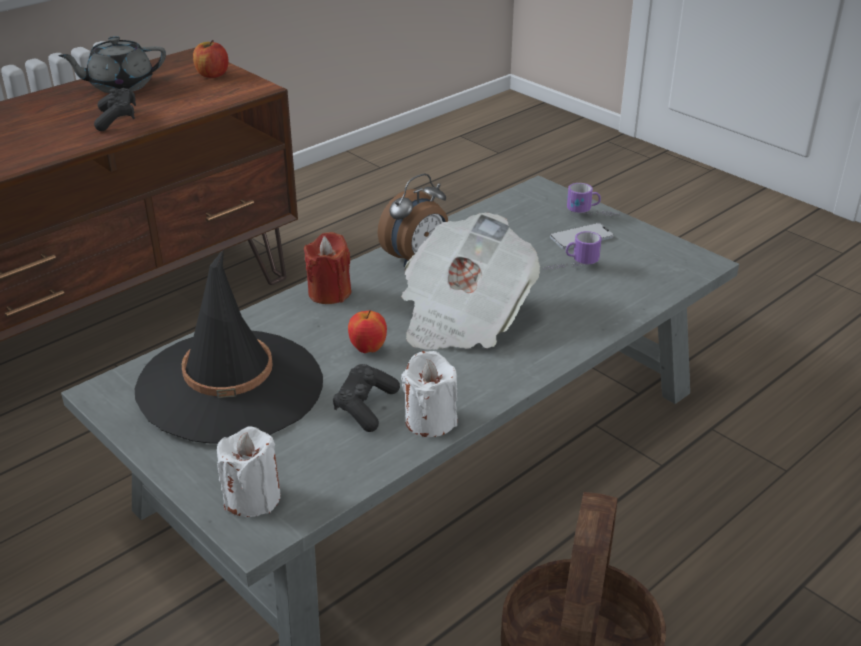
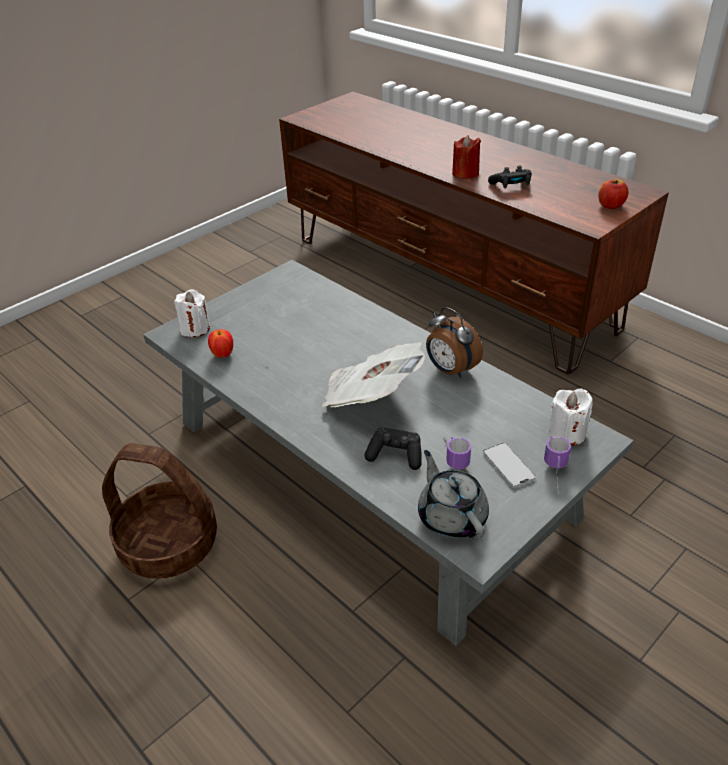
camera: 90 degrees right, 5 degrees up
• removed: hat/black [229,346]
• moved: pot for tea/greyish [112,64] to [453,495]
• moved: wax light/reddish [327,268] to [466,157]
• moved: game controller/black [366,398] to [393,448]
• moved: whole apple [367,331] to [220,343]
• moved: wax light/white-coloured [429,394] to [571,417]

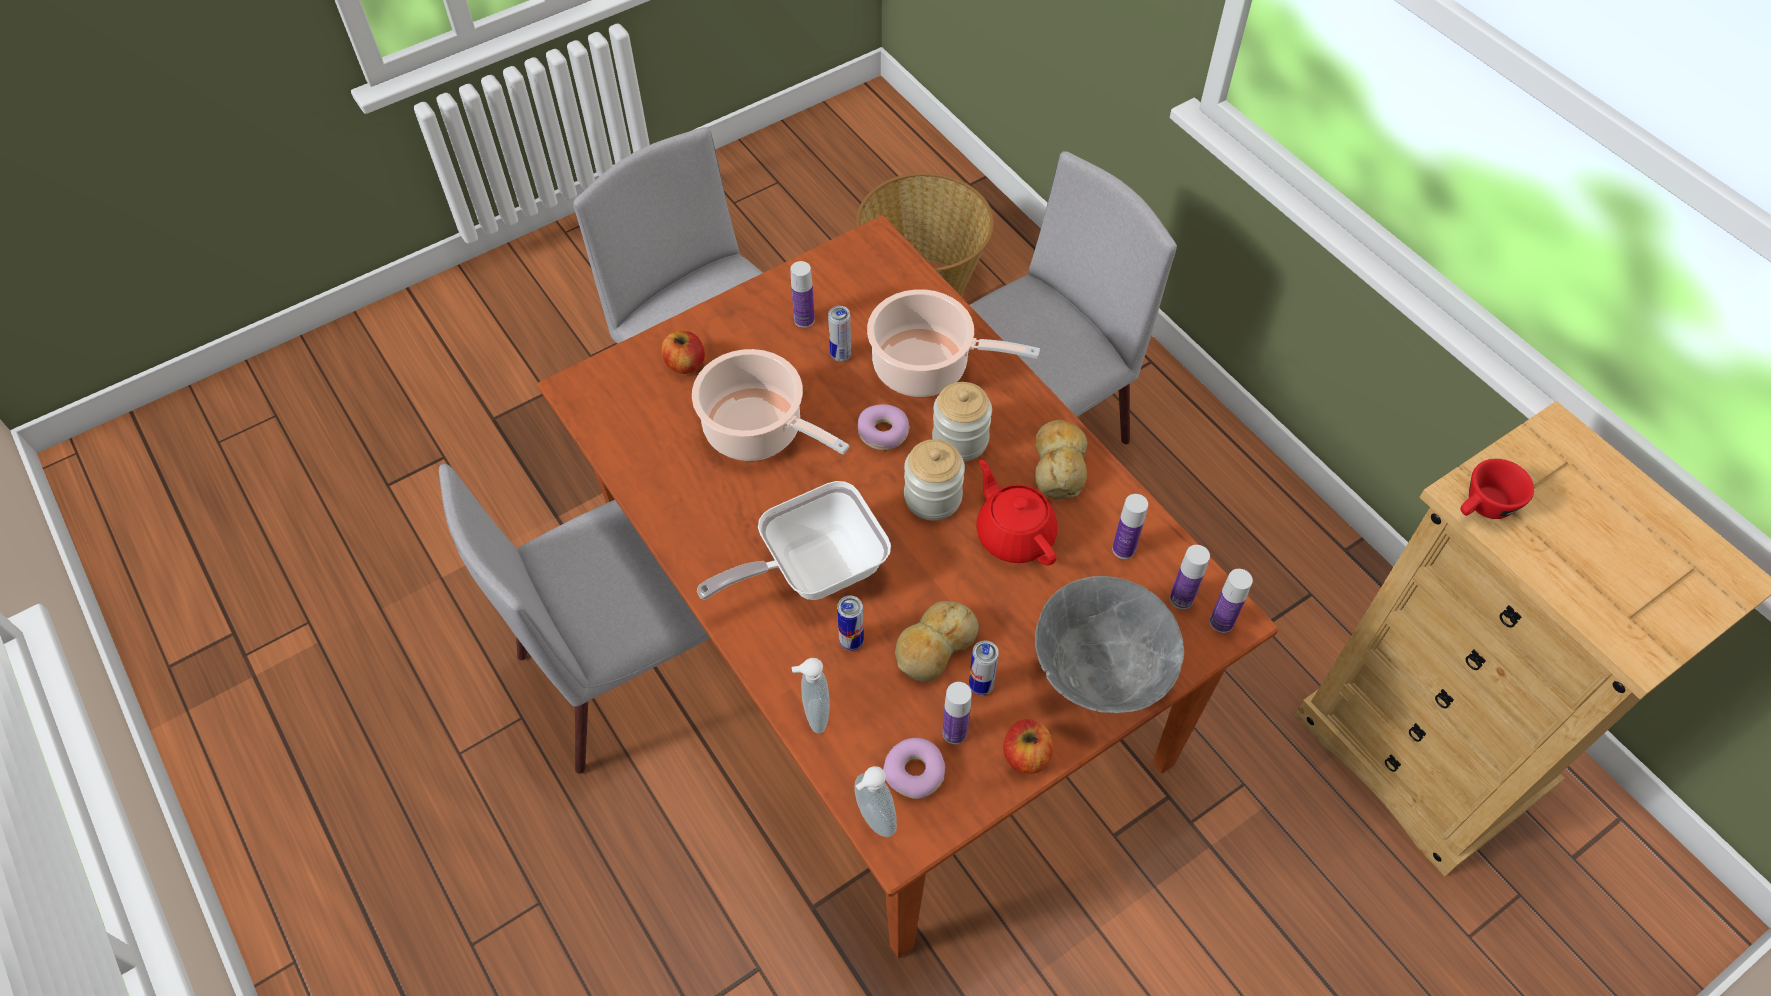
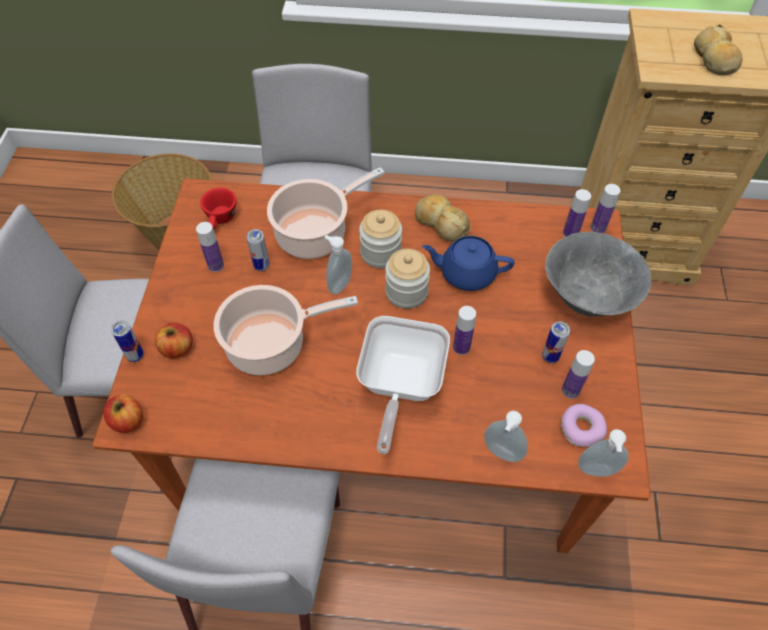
camera: 50 degrees left, 0 degrees up
• moved: can [850,623] to [127,341]
• moved: baked bread [937,641] to [718,49]
• moved: whole apple [1028,746] to [123,414]
• moved: drink bottle [1130,526] to [464,330]
• moved: cup/reddish [1497,489] to [218,208]
• replaced: donut [884,427] to liquid soap bottle [338,264]
• recoloured: pot for tea/reddish [1017,512] to pot for tea/blue [468,263]

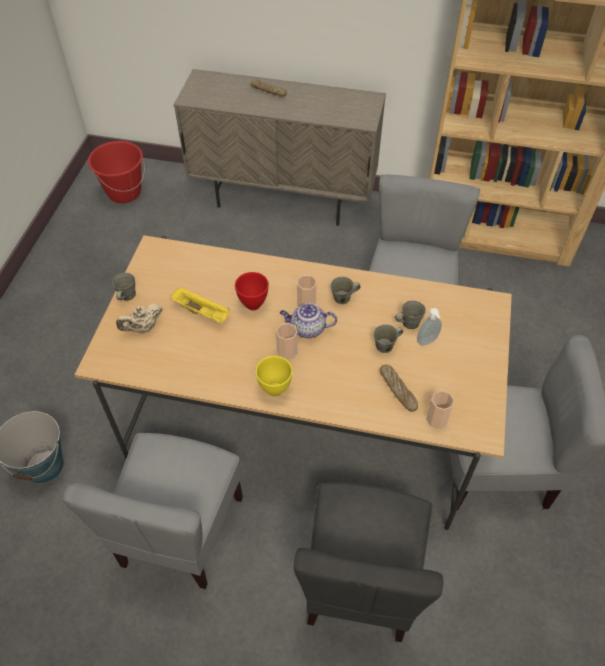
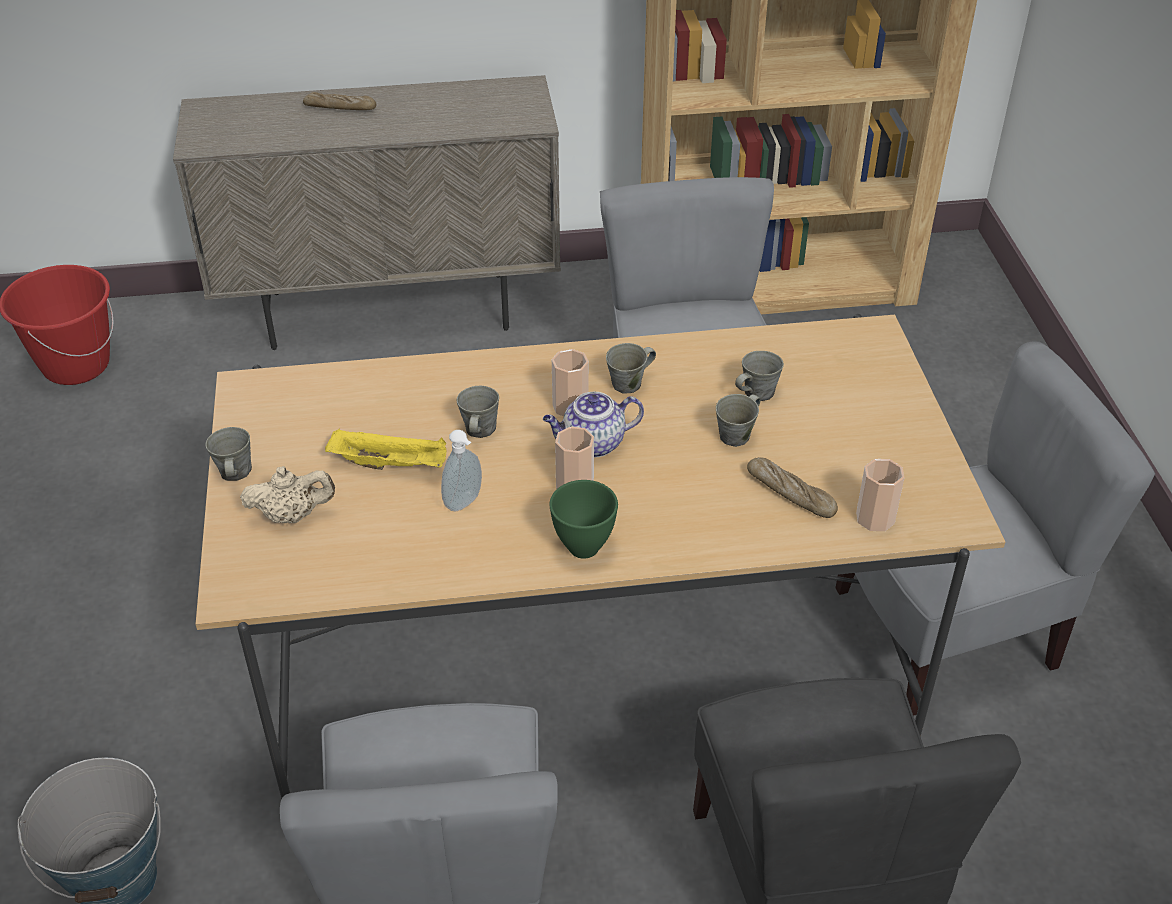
camera: 20 degrees left, 10 degrees down
• moved: liquid soap bottle [429,326] to [461,470]
• replaced: serving bowl/reddish [252,291] to tea mug/greyish [478,412]
• recoloured: serving bowl/yellow [274,376] to serving bowl/green-coloured [583,519]
• turned: pot for tea/beige [139,318] = [287,494] 135 degrees counterclockwise

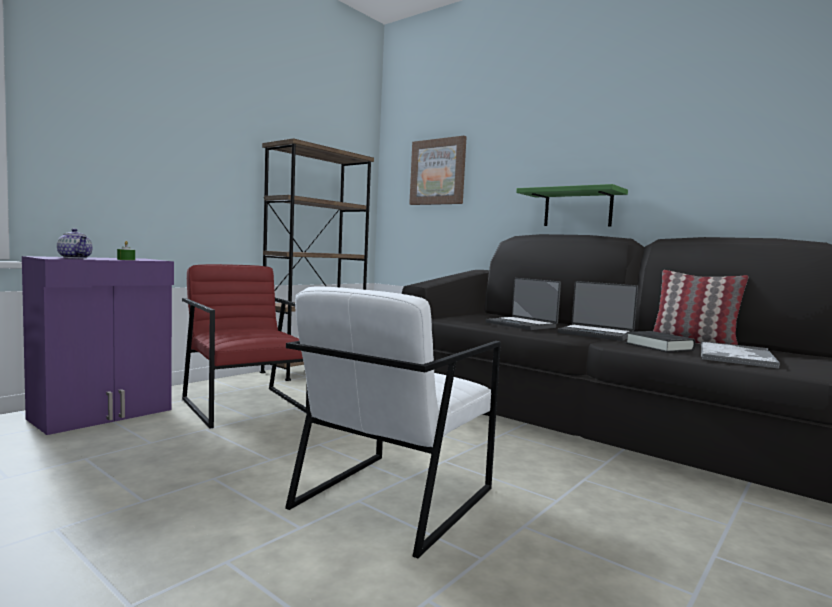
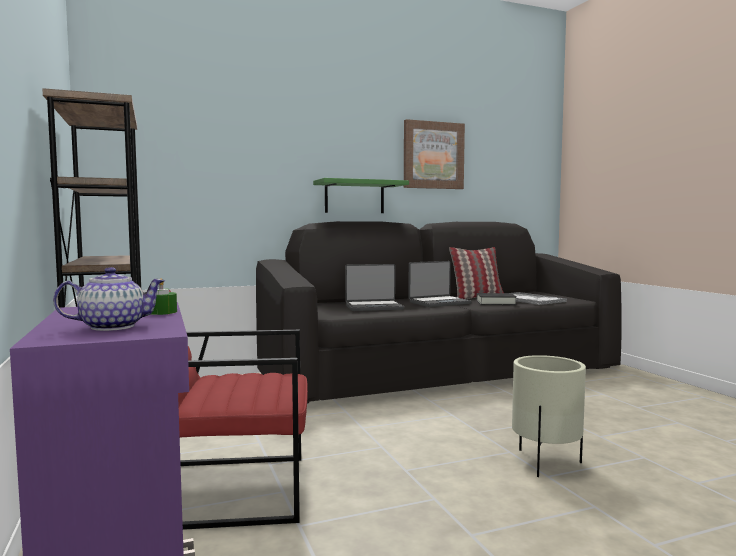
camera: 60 degrees left, 0 degrees up
• moved: wall art [437,170] to [434,154]
• replaced: armchair/white-coloured [393,422] to flower pot/beige [549,416]

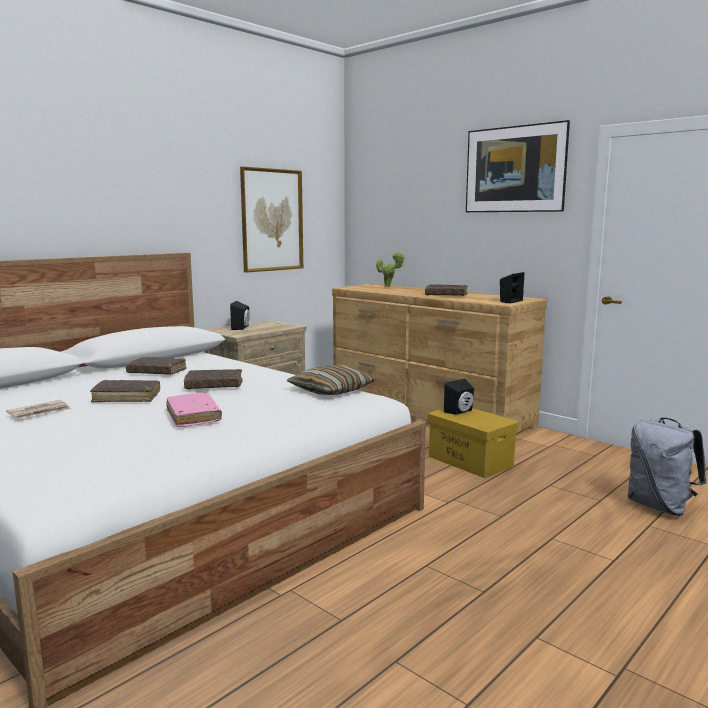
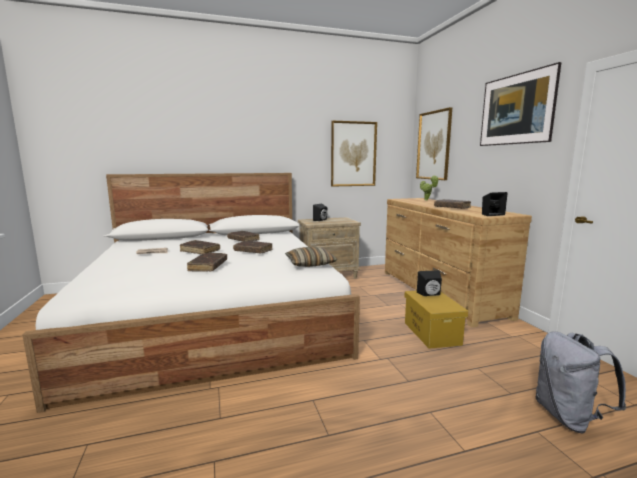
camera: 30 degrees right, 0 degrees up
• added: wall art [434,143]
• recoloured: bound book/pink-coloured [194,410] to bound book/brown-coloured [207,262]

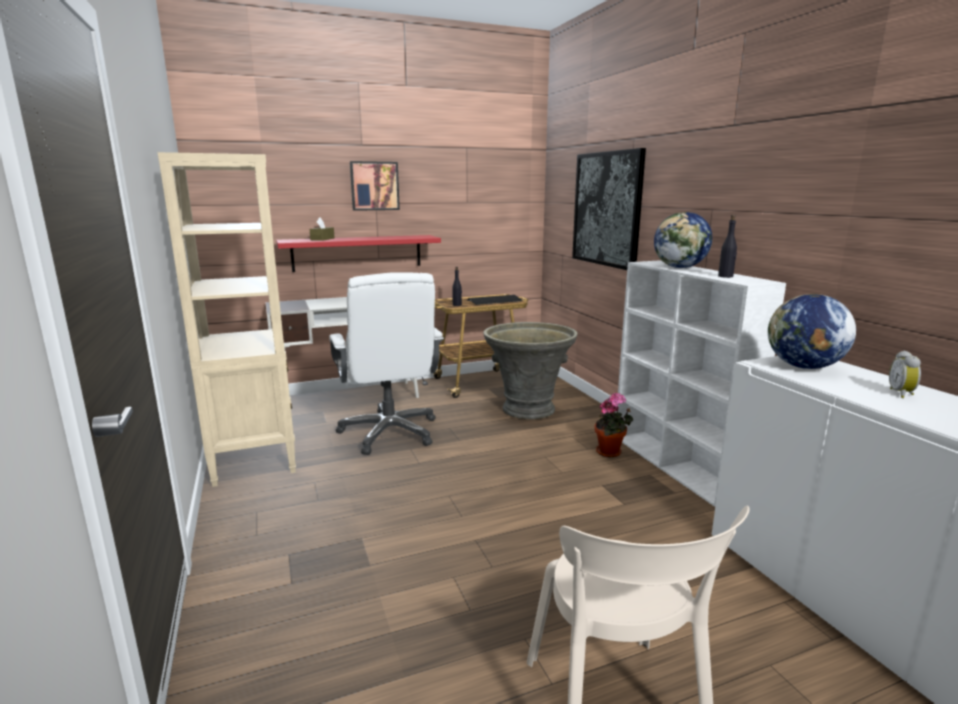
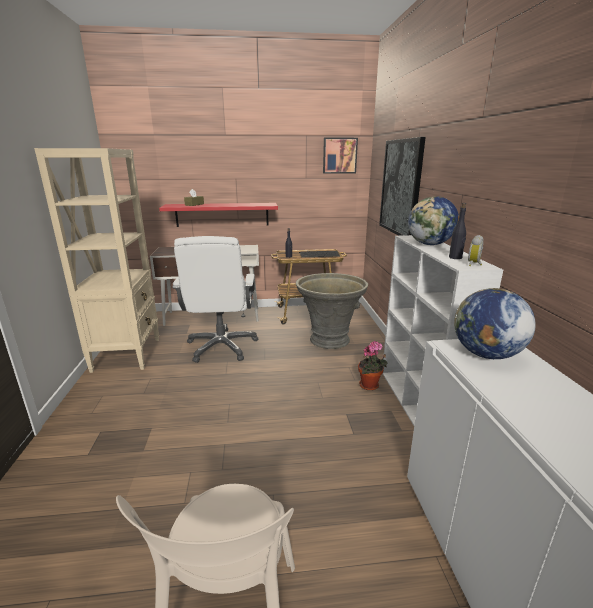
camera: 15 degrees right, 5 degrees up
• moved: wall art [375,186] to [340,155]
• moved: table clock [905,374] to [476,250]

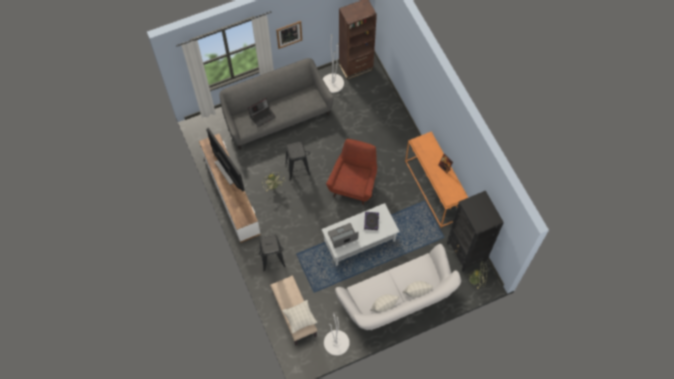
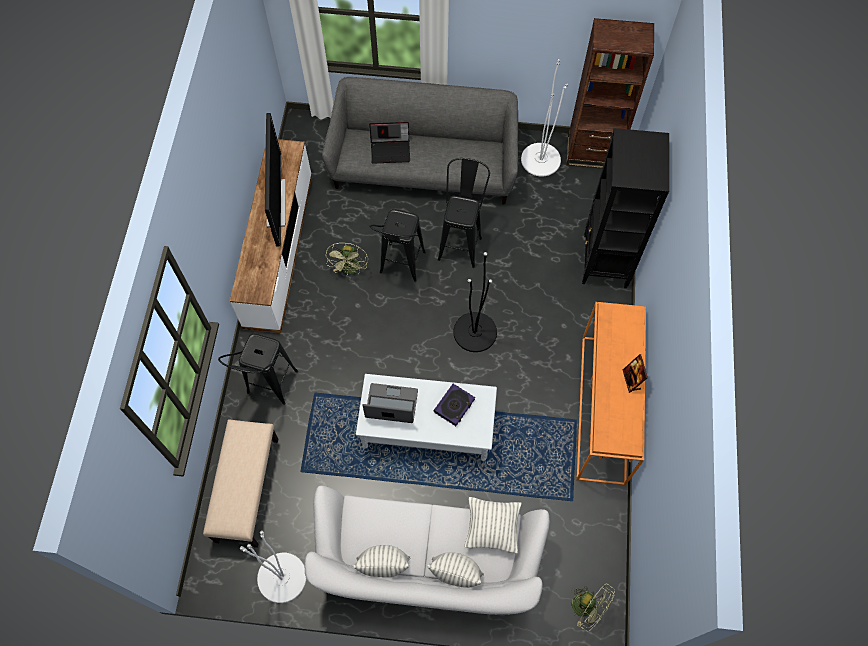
camera: 30 degrees right, 0 degrees up
• removed: wall art [289,35]
• added: sitting stool/black [464,213]
• moved: cushion [299,317] to [493,525]
• moved: bookshelf/black [475,231] to [625,208]
• replaced: armchair/reddish [351,172] to floor lamp/black [475,302]

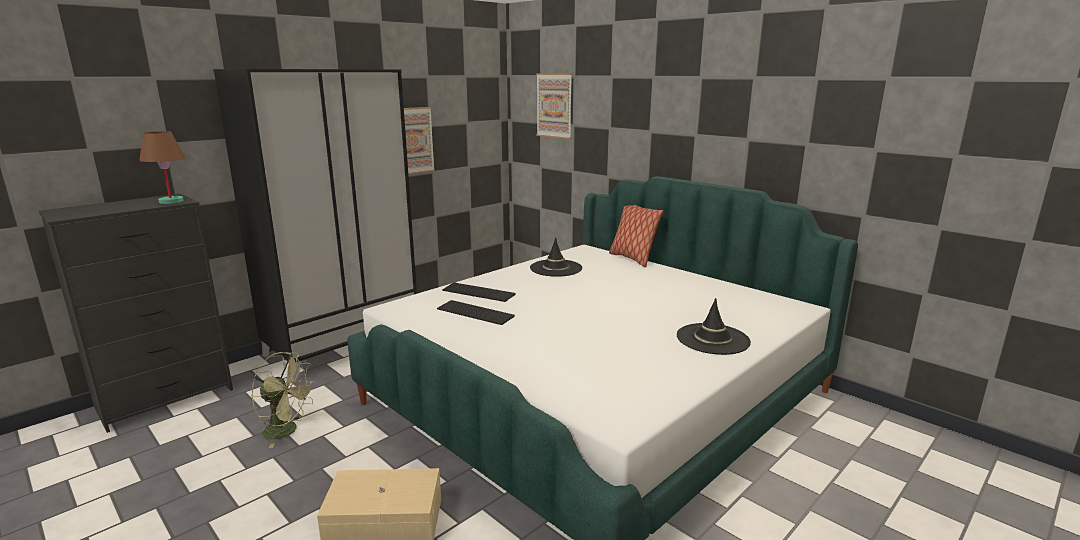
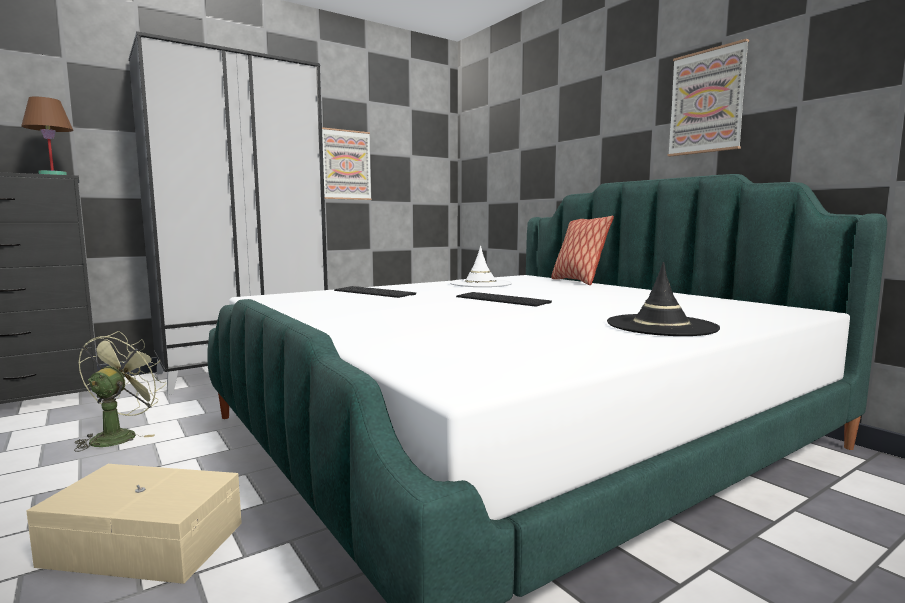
camera: 10 degrees right, 10 degrees down
• moved: PC keyboard [476,312] to [504,299]
• moved: wall art [554,106] to [708,98]
• recoloured: hat/black [556,257] to hat/white-coloured [481,266]
• turned: electric fan/green-coloured [283,400] = [120,391] 105 degrees counterclockwise

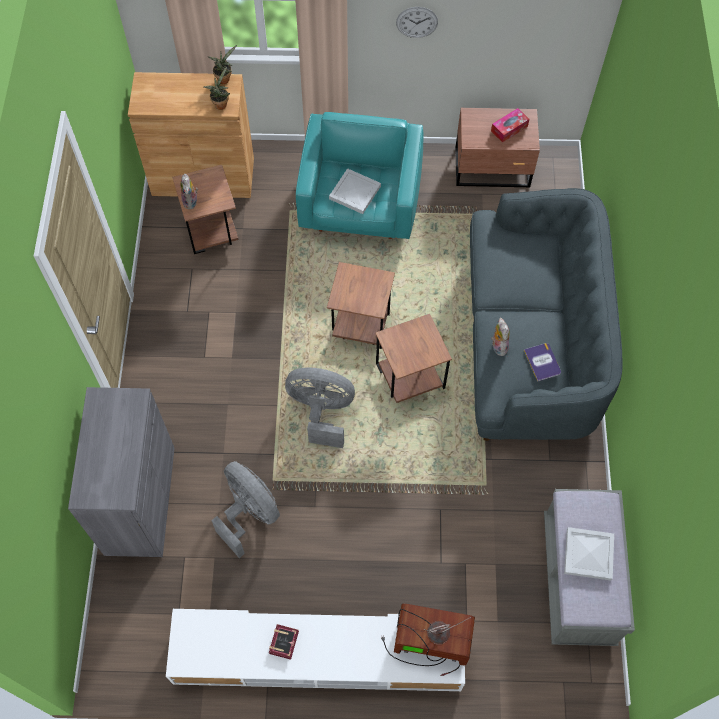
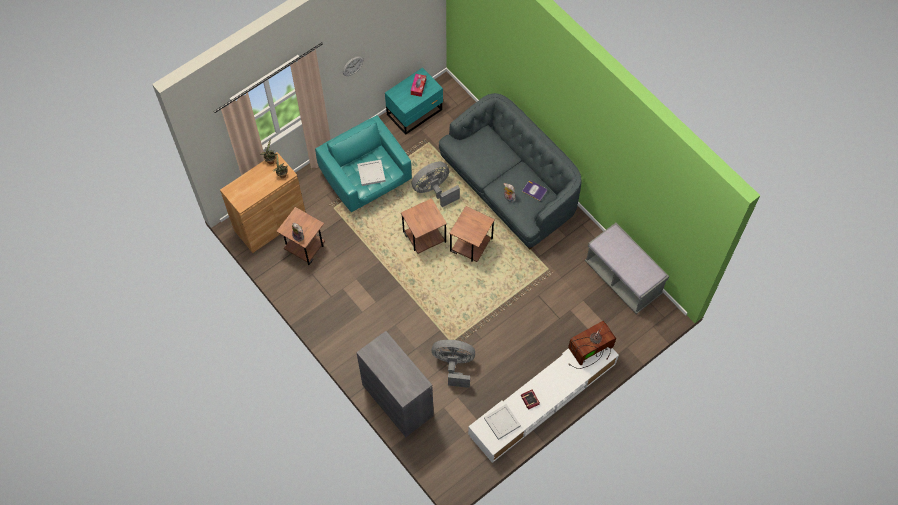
camera: 40 degrees left, 0 degrees up
• moved: electric fan/greyish [320,407] to [436,184]
• moved: carrying tray/white-coloured [589,554] to [502,422]
• recoloured: nightstand/brown-coloured [497,147] to nightstand/turquoise-coloured [414,101]

